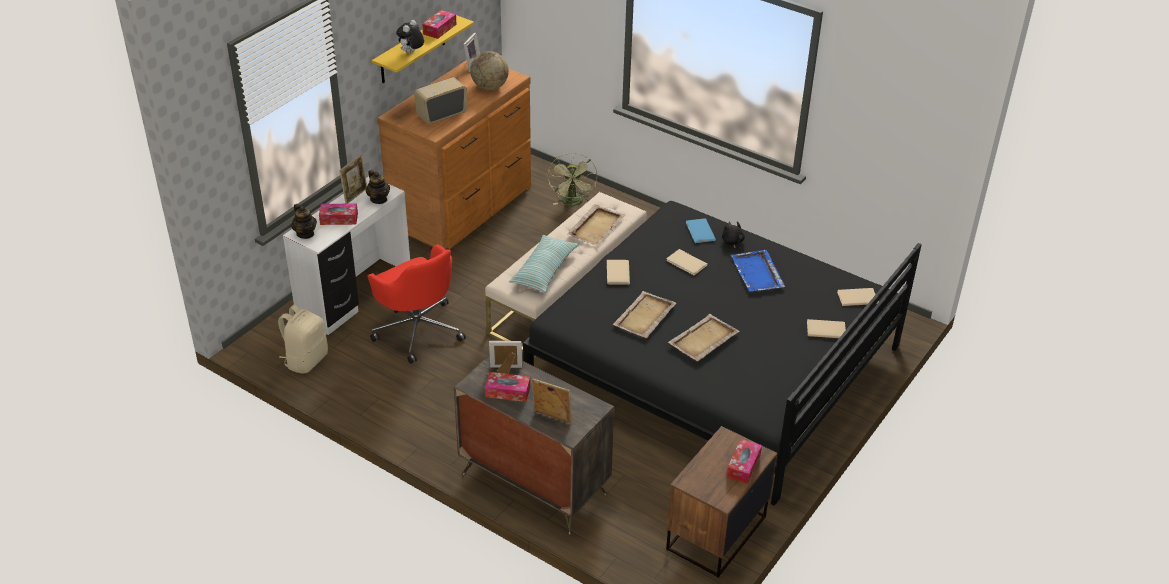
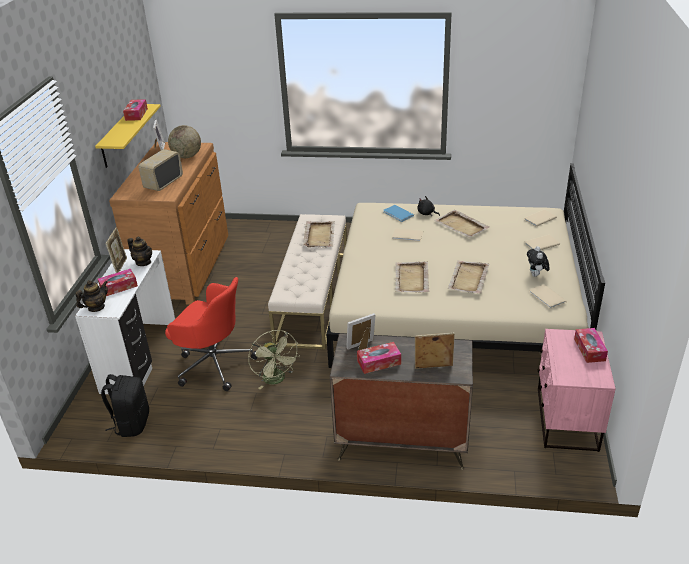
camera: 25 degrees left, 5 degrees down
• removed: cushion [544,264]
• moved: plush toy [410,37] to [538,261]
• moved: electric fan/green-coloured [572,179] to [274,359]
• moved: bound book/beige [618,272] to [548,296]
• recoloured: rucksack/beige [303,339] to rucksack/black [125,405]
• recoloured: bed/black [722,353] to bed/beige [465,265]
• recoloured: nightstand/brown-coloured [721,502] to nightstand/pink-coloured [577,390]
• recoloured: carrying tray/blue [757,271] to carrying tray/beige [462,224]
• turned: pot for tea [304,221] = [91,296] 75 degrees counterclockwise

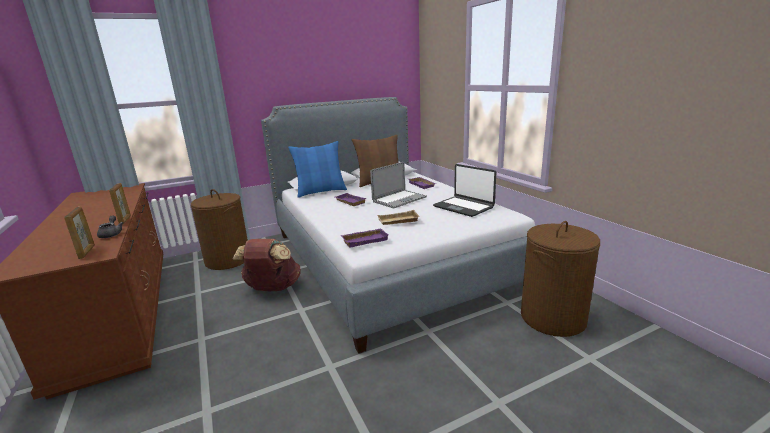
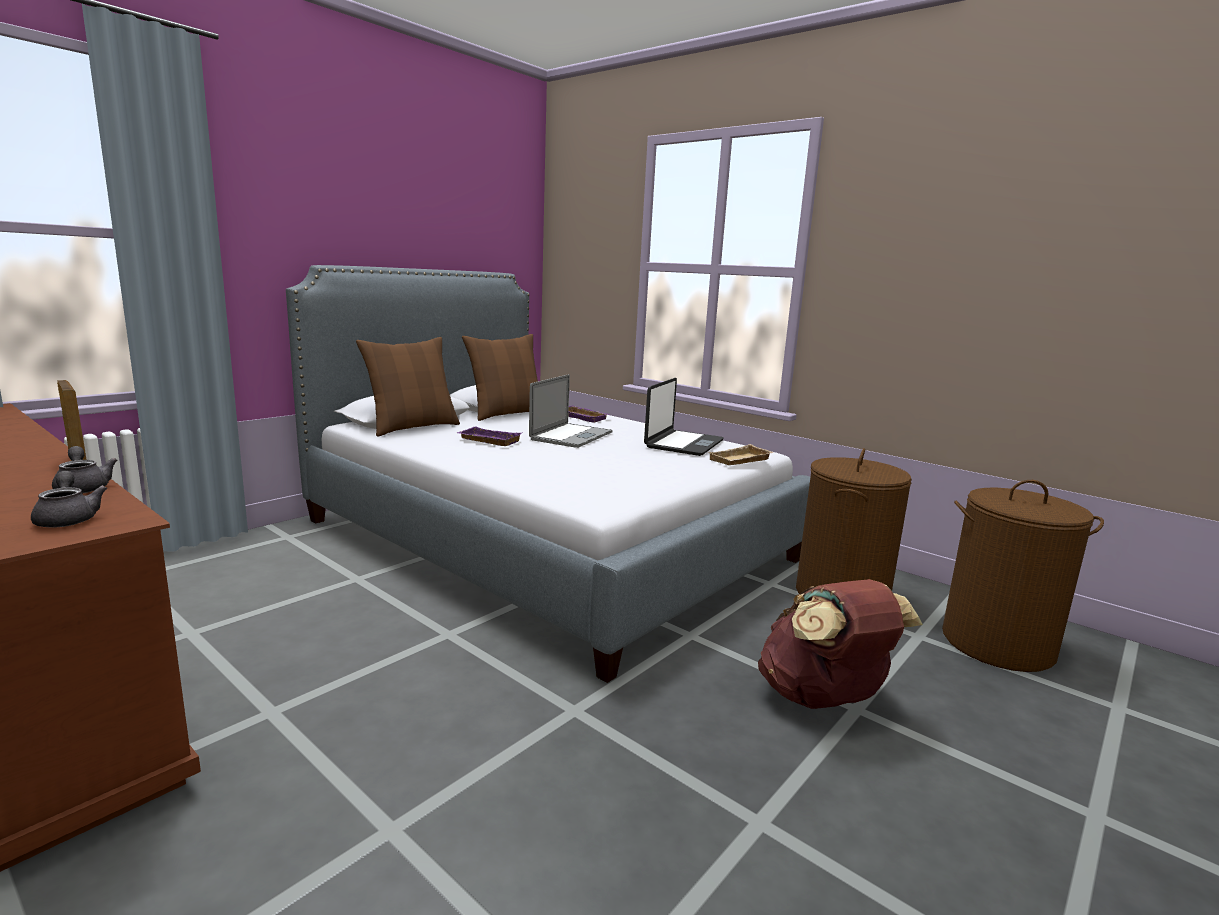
camera: 25 degrees left, 5 degrees down
• removed: carrying tray/purplish [365,237]
• moved: hamper/brown-coloured [219,229] to [1023,576]
• moved: rucksack/brown-coloured [267,265] to [840,644]
• moved: carrying tray/beige [398,217] to [741,454]
• replaced: photo frame [79,233] to pot for tea/greyish [69,499]
• recoloured: cushion/blue [317,169] to cushion/brown-coloured [408,386]
• turned: portable computer [464,190] = [684,417] 90 degrees counterclockwise

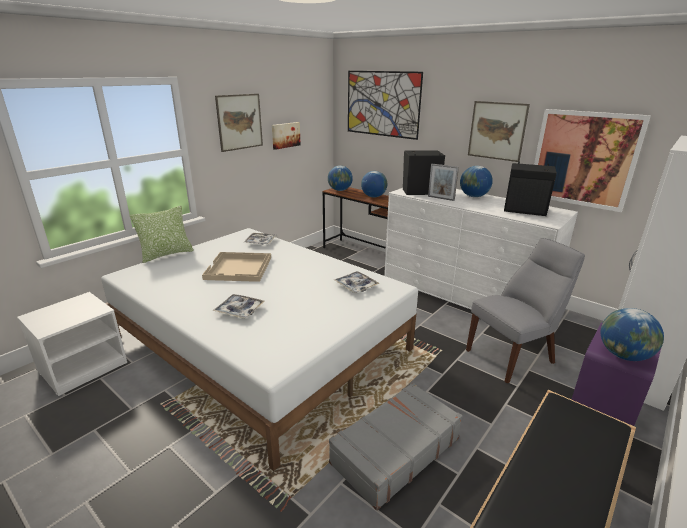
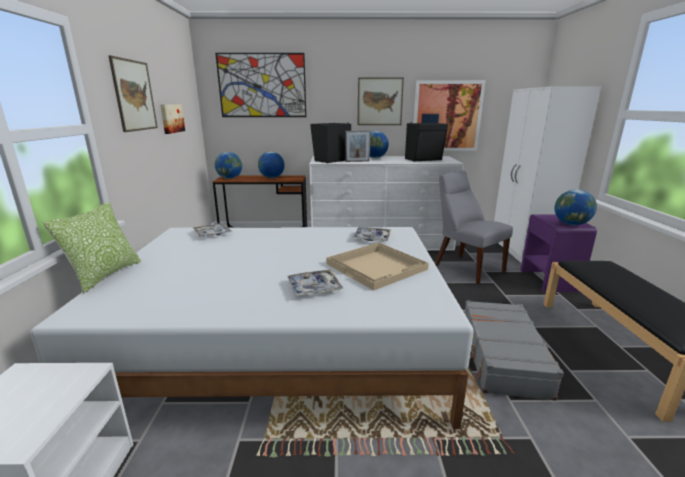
camera: 40 degrees left, 5 degrees down
• moved: carrying tray/beige [236,267] to [377,266]
• turned: plain chair/greyish [525,310] = [474,227] 60 degrees counterclockwise

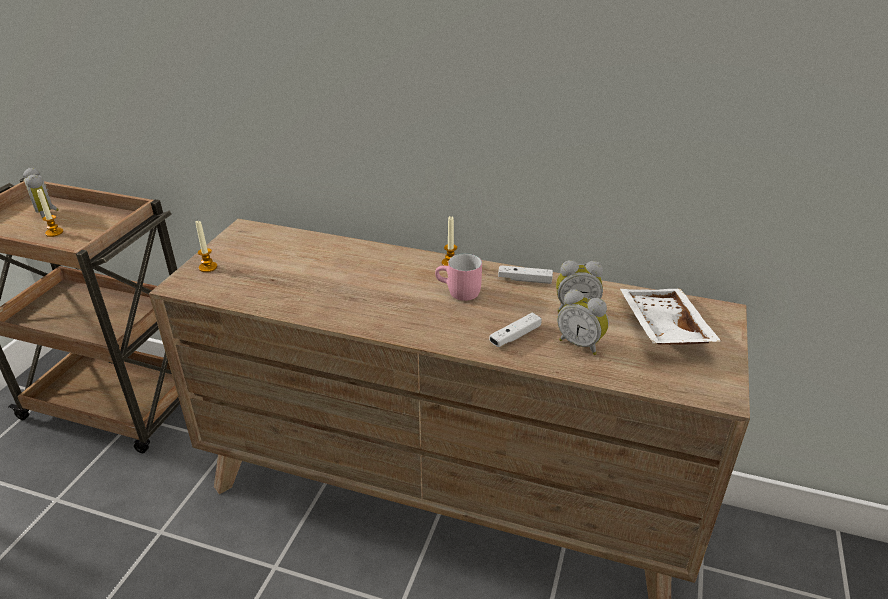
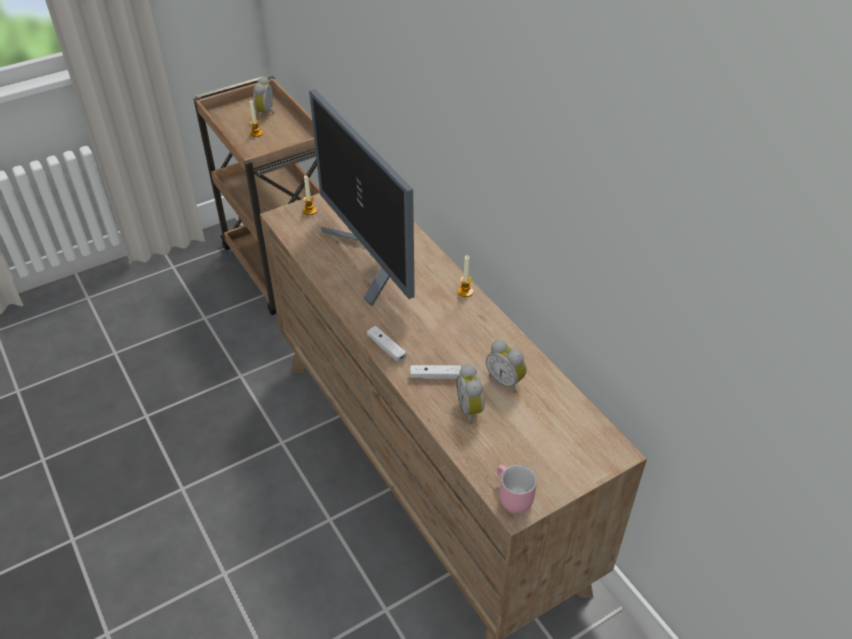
camera: 40 degrees right, 10 degrees up
• removed: carrying tray/white-coloured [671,317]
• added: computer display [362,197]
• moved: tea mug/pink-coloured [458,277] to [517,489]
• moved: game controller/white-coloured [525,274] to [386,344]

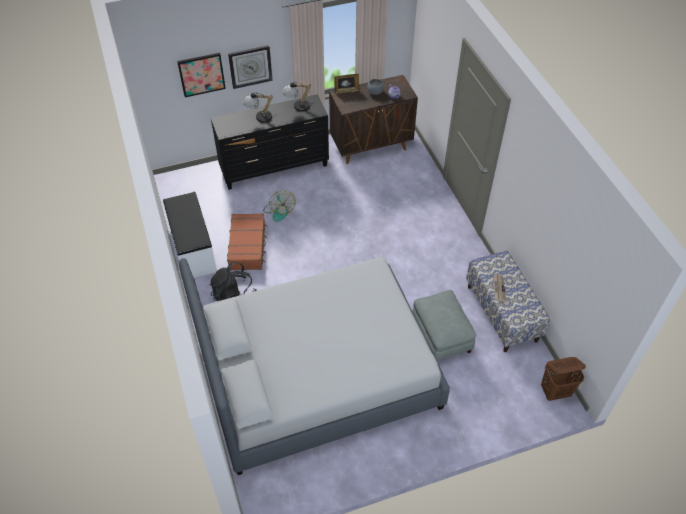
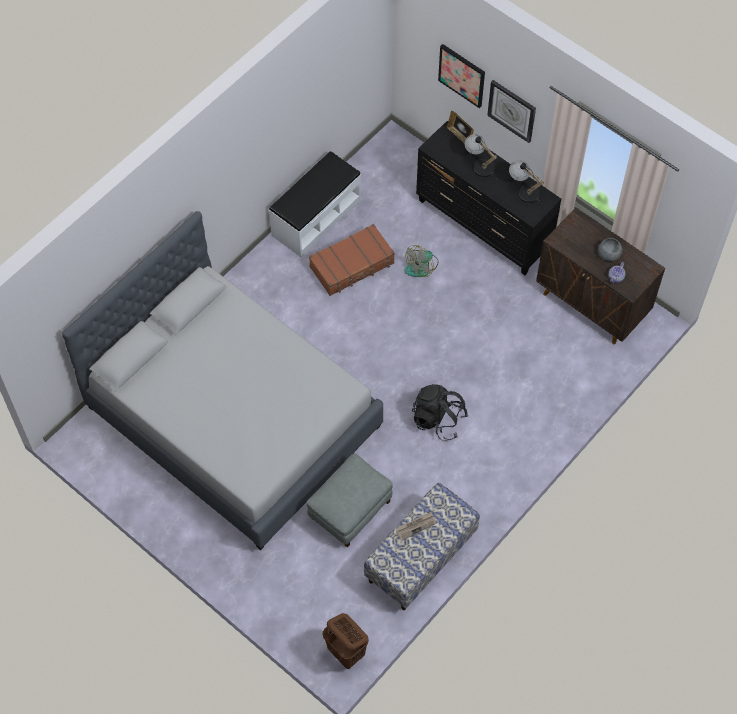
camera: 60 degrees right, 10 degrees up
• moved: rucksack/black [233,281] to [440,412]
• moved: photo frame [346,84] to [460,127]

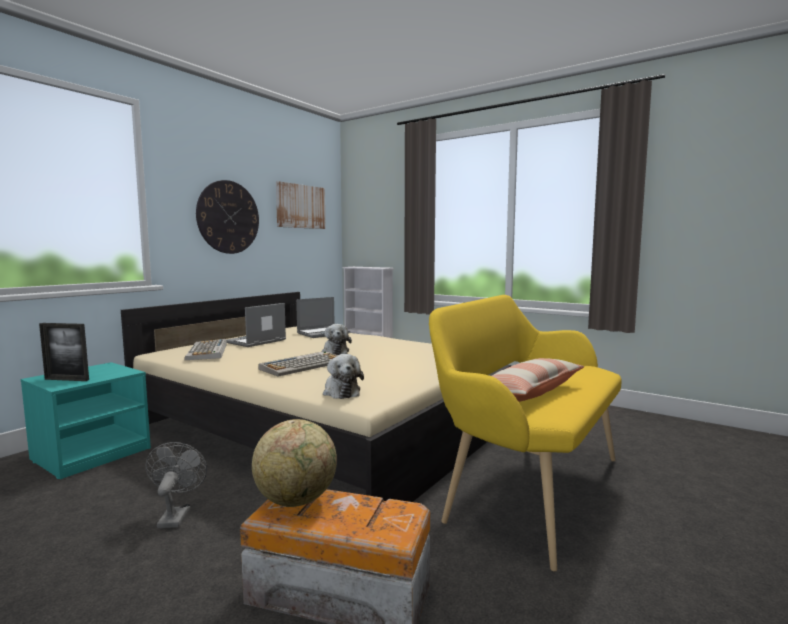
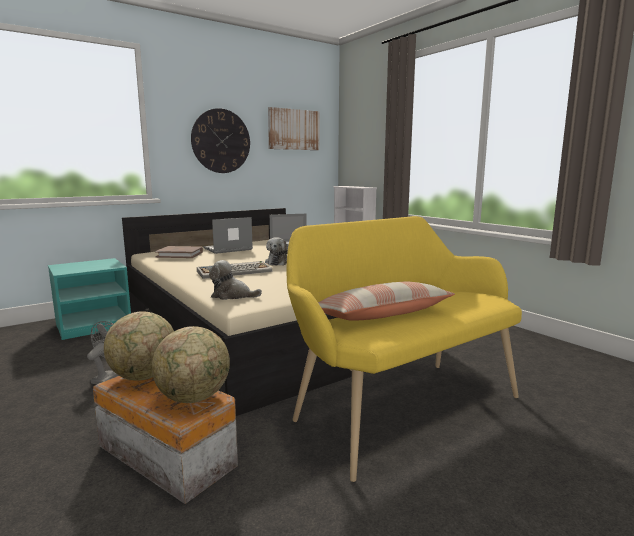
camera: 20 degrees right, 5 degrees up
• removed: photo frame [64,352]
• added: world globe [191,364]
• replaced: PC keyboard [205,349] to bound book/brown-coloured [179,252]
• turned: plush toy [343,376] = [235,280] 105 degrees clockwise

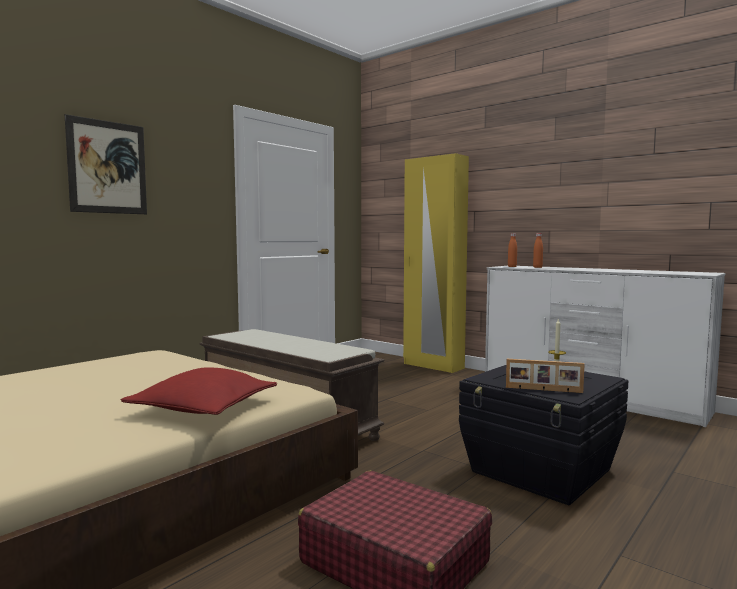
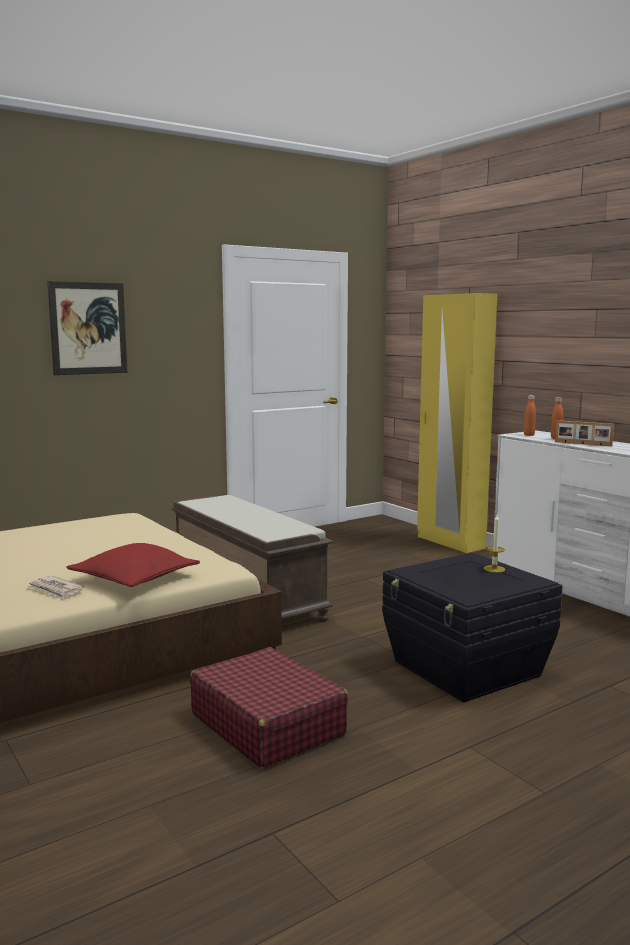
camera: 15 degrees right, 5 degrees up
• added: newspaper [56,587]
• moved: photo frame [545,376] to [584,433]

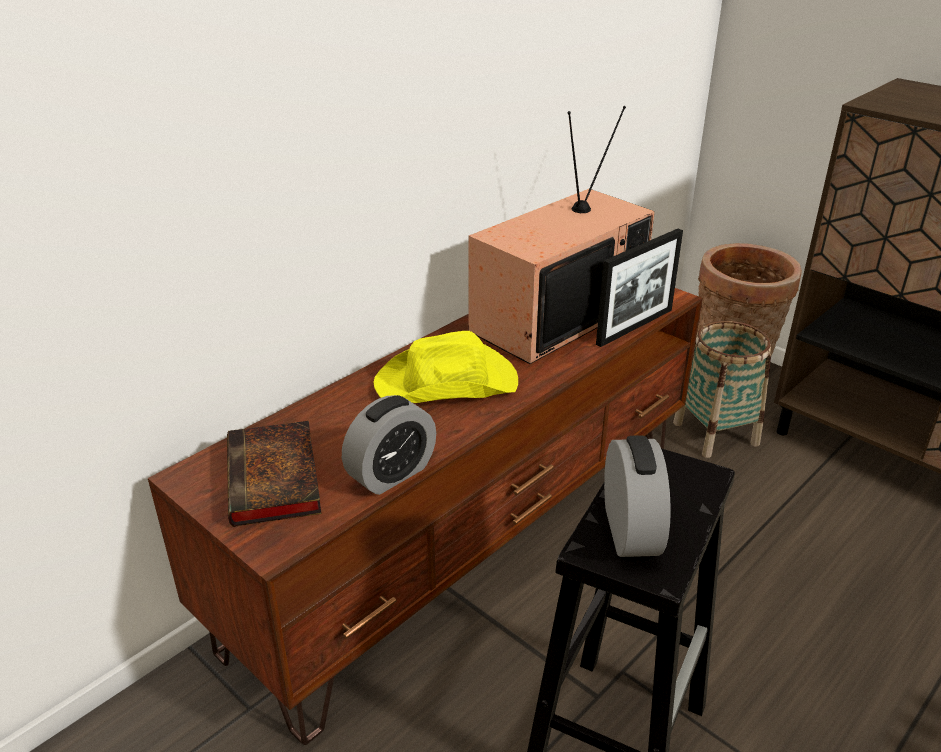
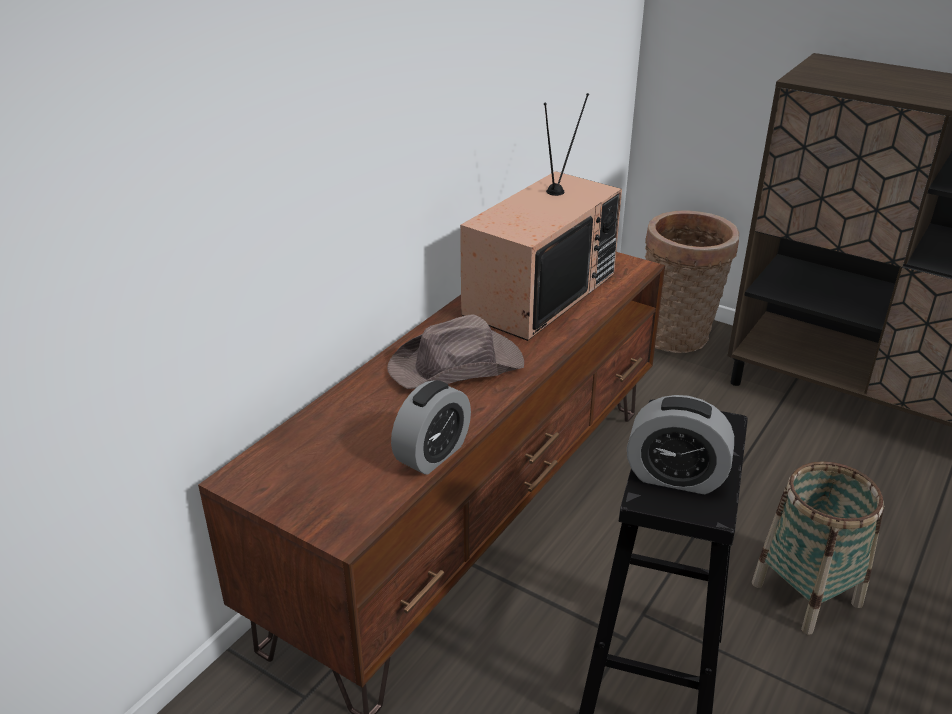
camera: 10 degrees left, 0 degrees up
• removed: bound book [274,474]
• removed: photo frame [639,288]
• moved: storage basket [722,389] to [818,548]
• recoloured: hat/yellow [446,367] to hat/brown-coloured [455,351]
• turned: table clock [637,496] = [680,444] 120 degrees clockwise

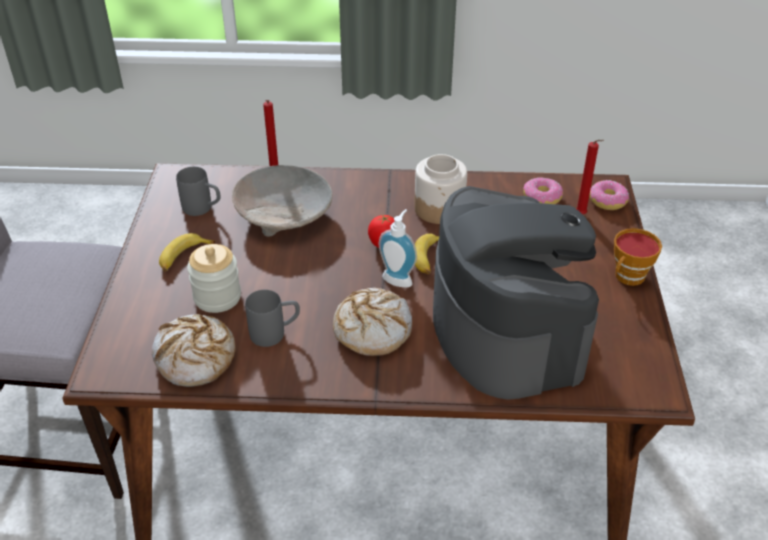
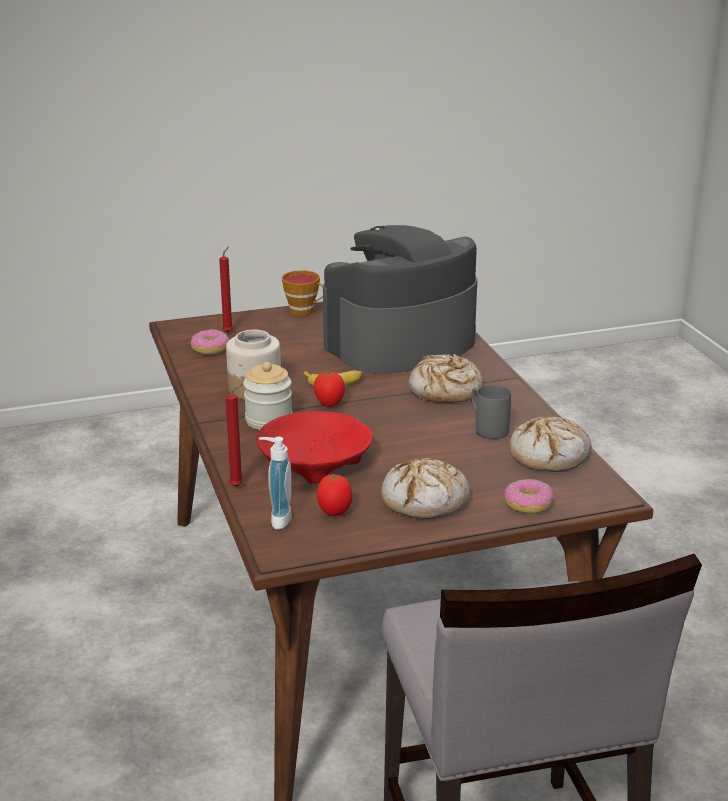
camera: 110 degrees left, 15 degrees down
• moved: storage jar [214,278] to [267,396]
• moved: liquid soap bottle [398,248] to [275,483]
• moved: donut [609,195] to [529,496]
• replaced: whole banana [187,252] to baked bread [425,488]
• replaced: tea mug/greyish [198,191] to tomato [334,495]
• recoloured: serving bowl/beige [282,201] to serving bowl/reddish [314,447]

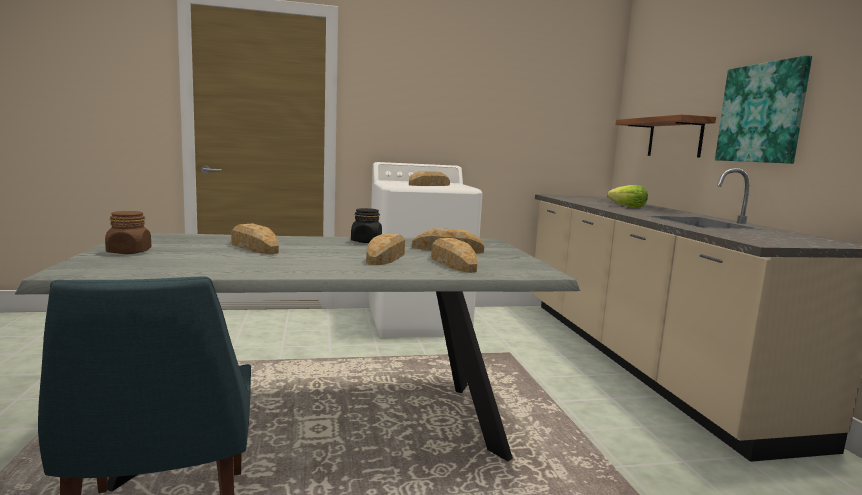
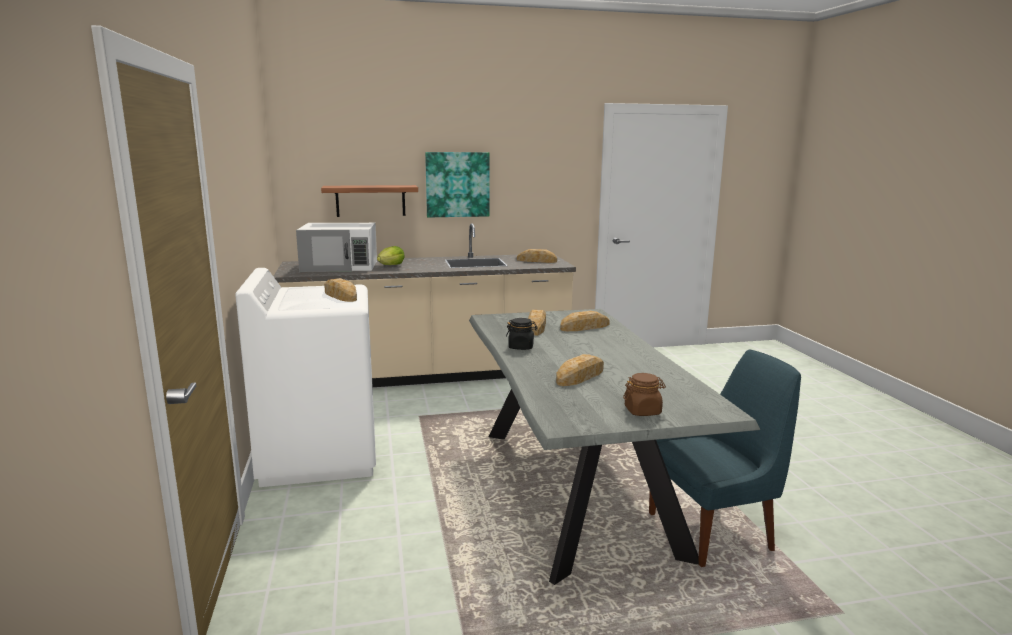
camera: 90 degrees left, 5 degrees up
• added: microwave/white-coloured [336,247]
• moved: baked bread [385,249] to [537,256]

